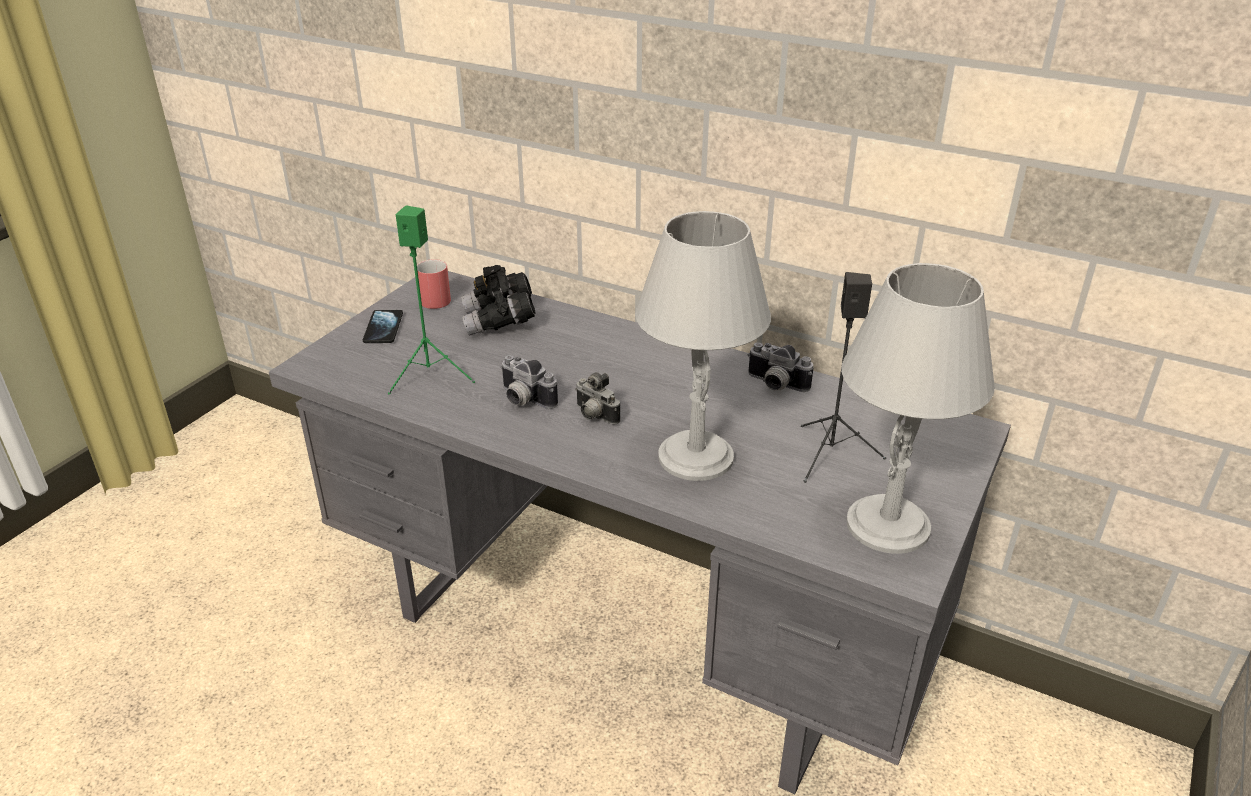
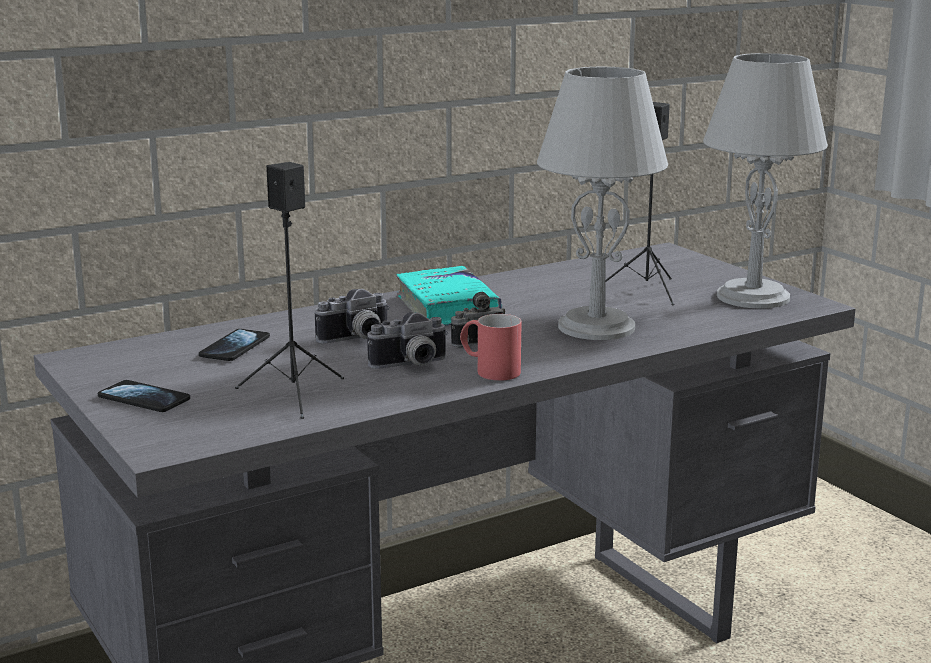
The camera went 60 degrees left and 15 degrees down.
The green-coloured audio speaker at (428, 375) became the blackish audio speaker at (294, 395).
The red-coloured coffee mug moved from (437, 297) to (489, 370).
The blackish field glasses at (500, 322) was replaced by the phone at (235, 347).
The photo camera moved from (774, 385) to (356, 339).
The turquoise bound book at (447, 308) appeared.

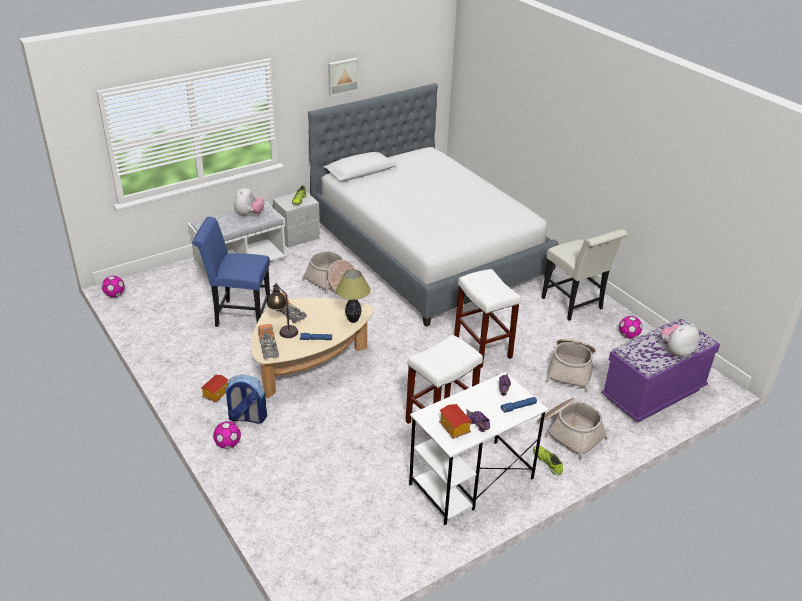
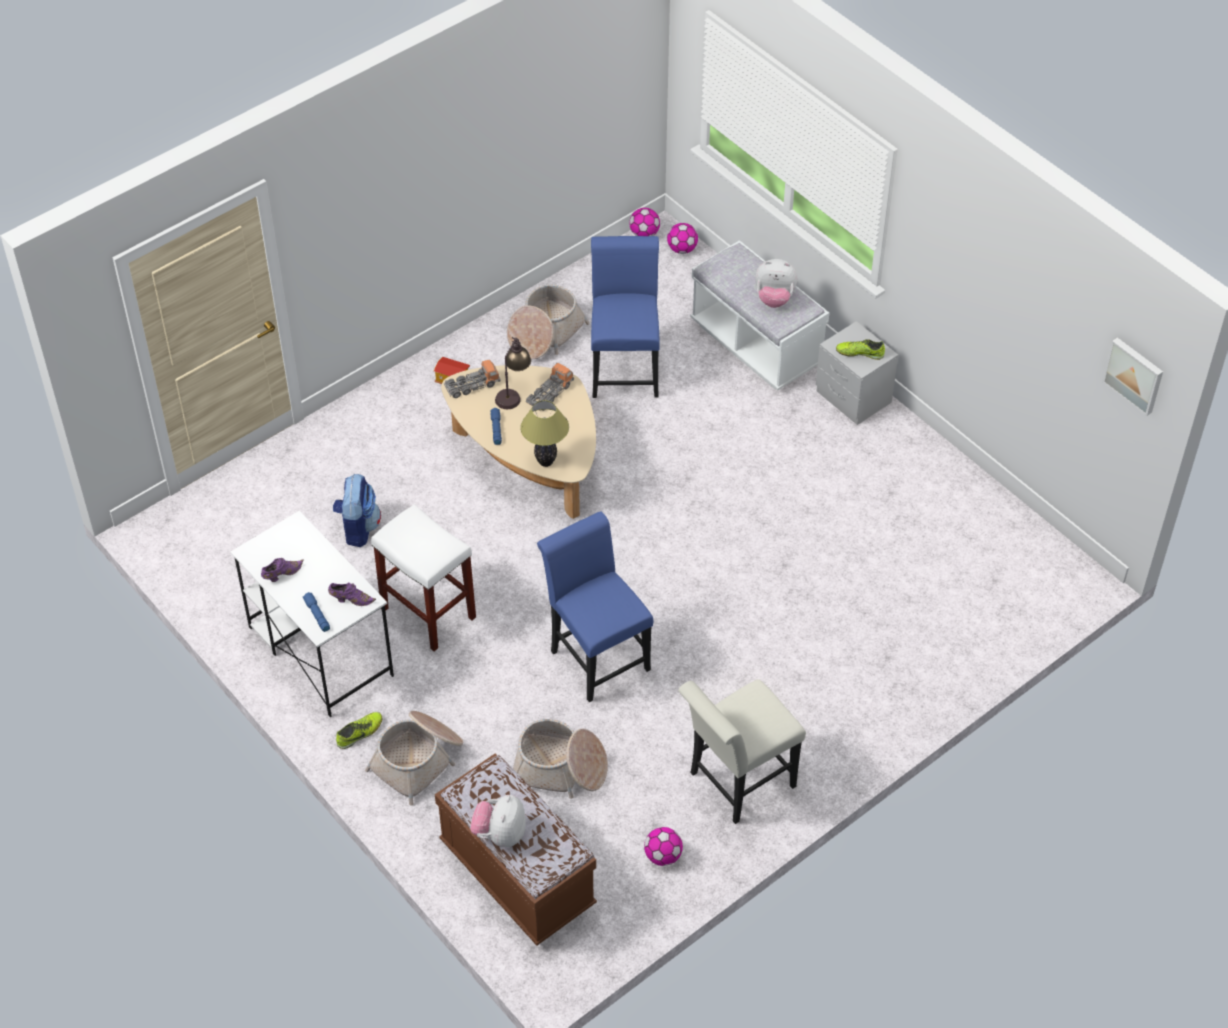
The camera went 85 degrees right and 15 degrees up.
The wall picture moved from (342, 76) to (1134, 375).
The bed at (427, 250) disappeared.
The basket moved from (331, 283) to (545, 333).
The white stool seat at (482, 348) was replaced by the blue-coloured upright chair at (596, 655).
The purplish indoor bench at (653, 394) became the brown indoor bench at (517, 875).
The plush toy at (676, 351) turned 135 degrees counterclockwise.
The rucksack moved from (247, 417) to (358, 528).
The toy house at (453, 429) disappeared.
The ball for football moved from (228, 444) to (682, 249).

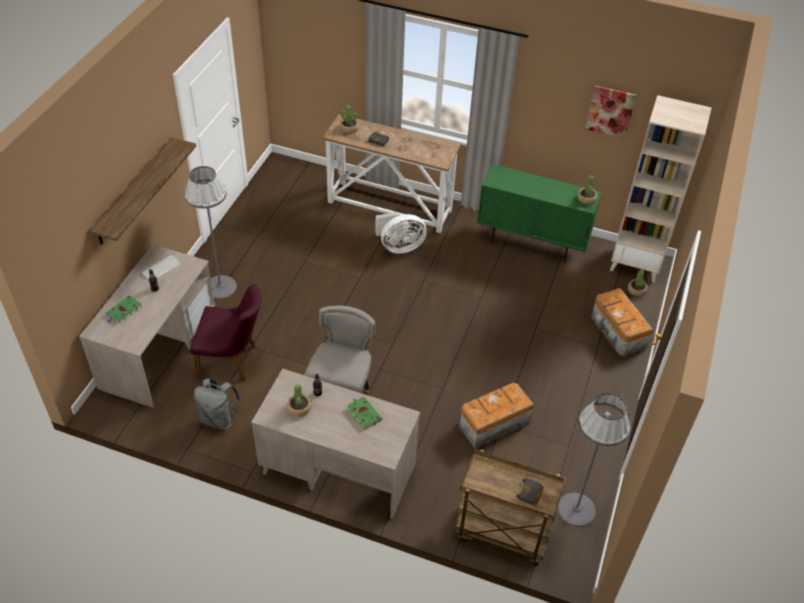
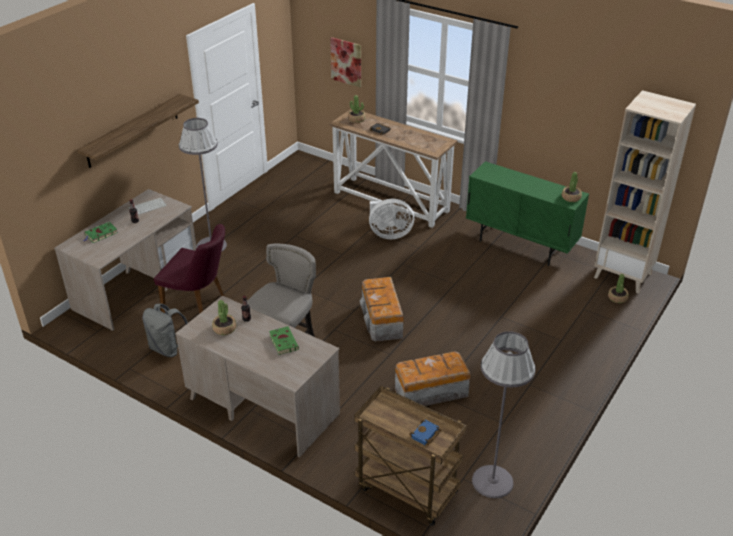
The camera went 15 degrees right and 10 degrees down.
The wall picture moved from (610, 111) to (346, 62).
The storage box moved from (617, 332) to (381, 321).
The blackish bound book at (530, 494) became the blue-coloured bound book at (425, 435).

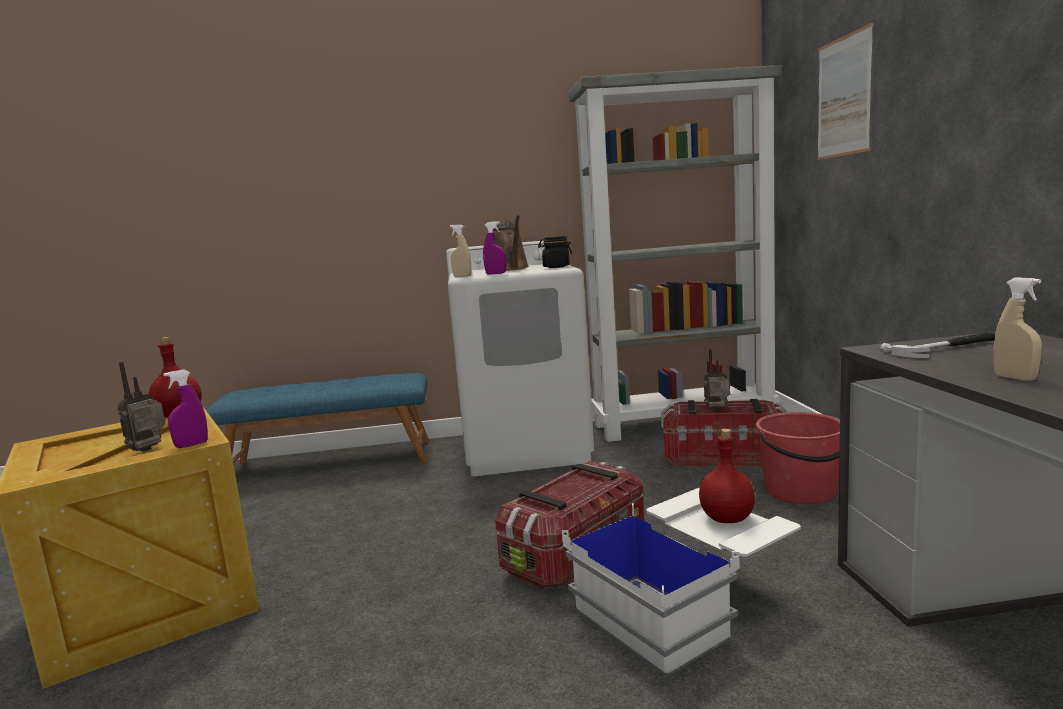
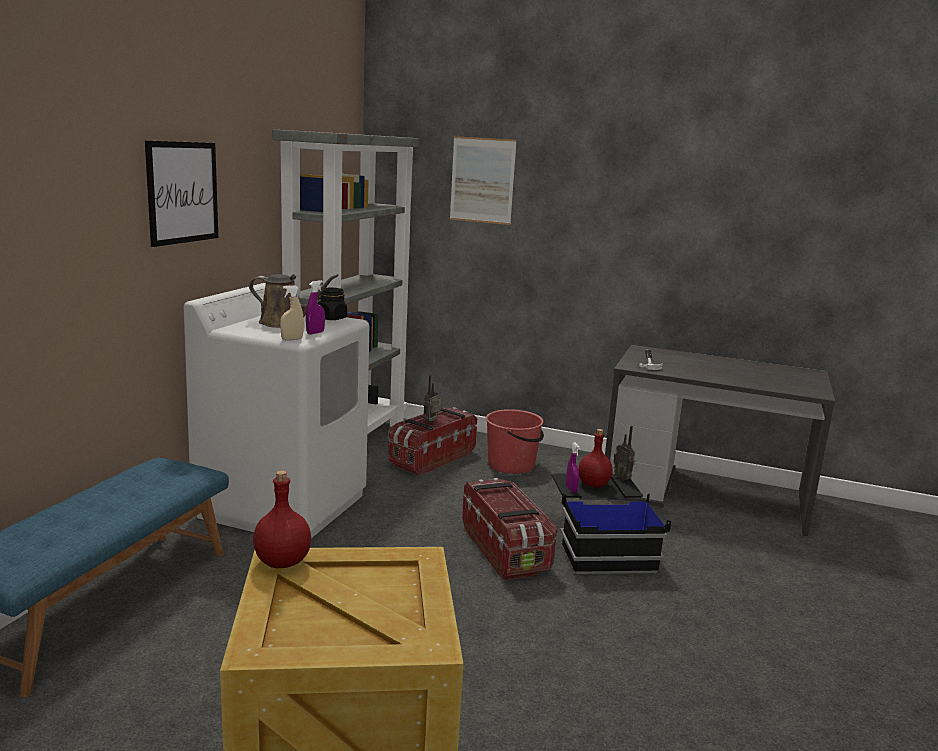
The camera went 65 degrees left and 5 degrees up.
The sand-coloured hand sprayer at (1015, 378) disappeared.
The radio set moved from (150, 450) to (622, 478).
The purplish hand sprayer moved from (191, 445) to (571, 489).
The white storage box at (686, 606) became the blackish storage box at (600, 544).
The wall picture at (183, 192) appeared.

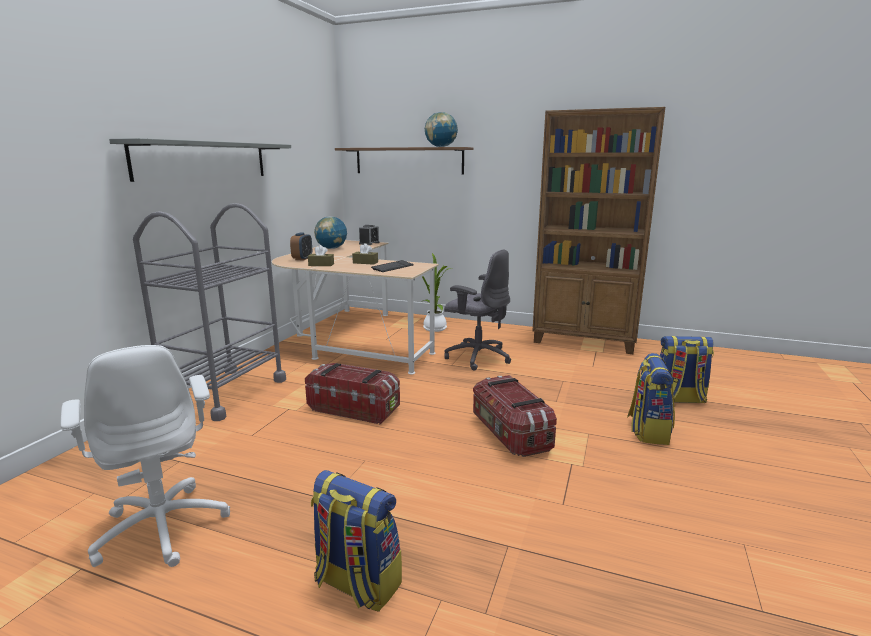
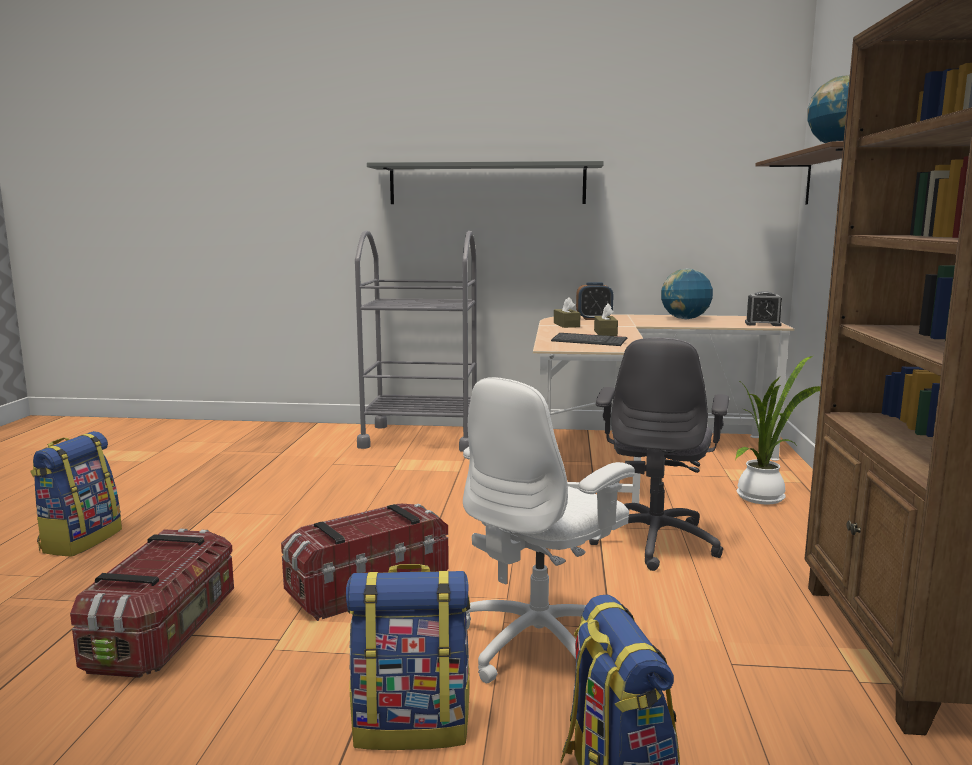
The camera went 75 degrees right and 5 degrees down.
The white desk chair moved from (163, 526) to (540, 643).
The storage box moved from (354, 409) to (166, 633).

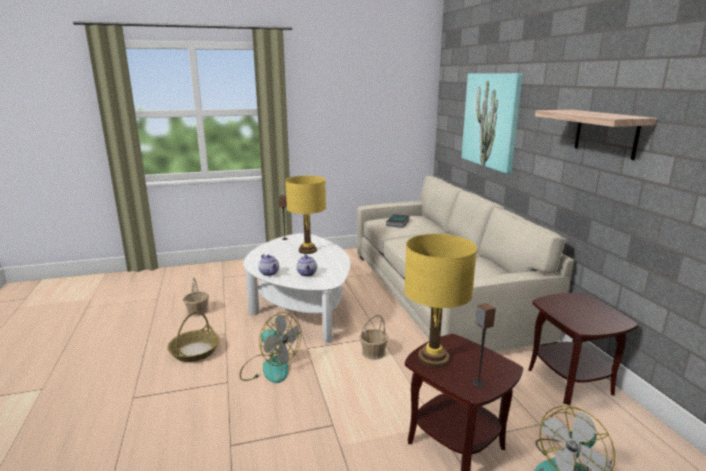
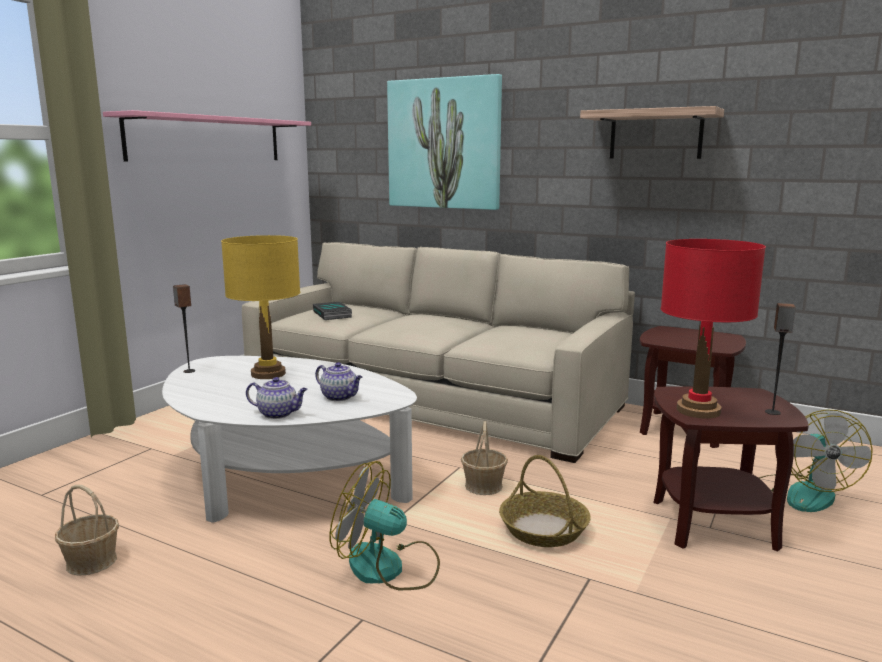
The camera went 45 degrees left and 5 degrees down.
The yellow tabletop lamp at (433, 358) became the red-coloured tabletop lamp at (698, 410).
The basket moved from (195, 351) to (543, 529).
The fan at (269, 368) turned 150 degrees counterclockwise.
The pink shelf at (207, 139) appeared.

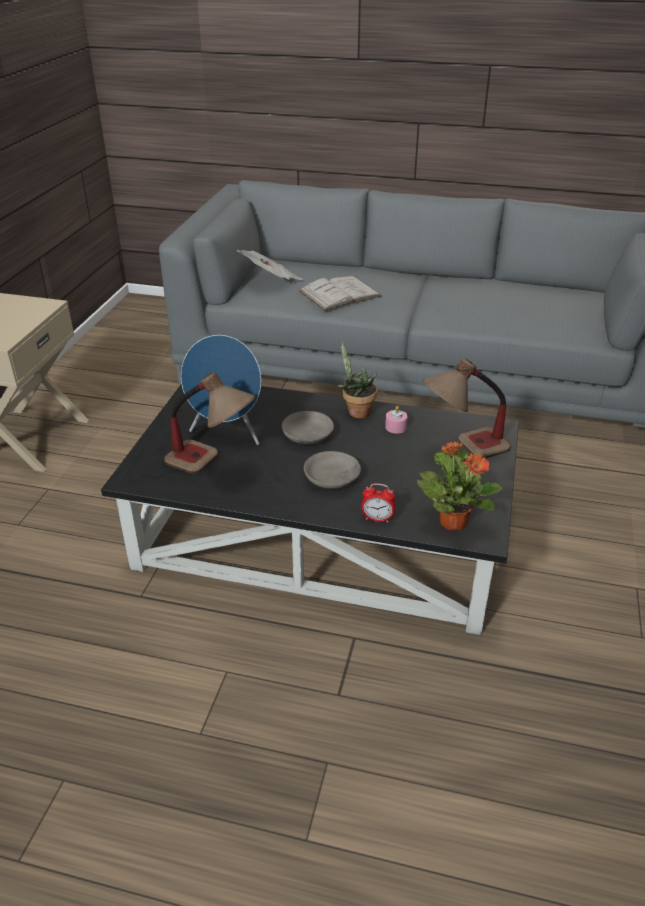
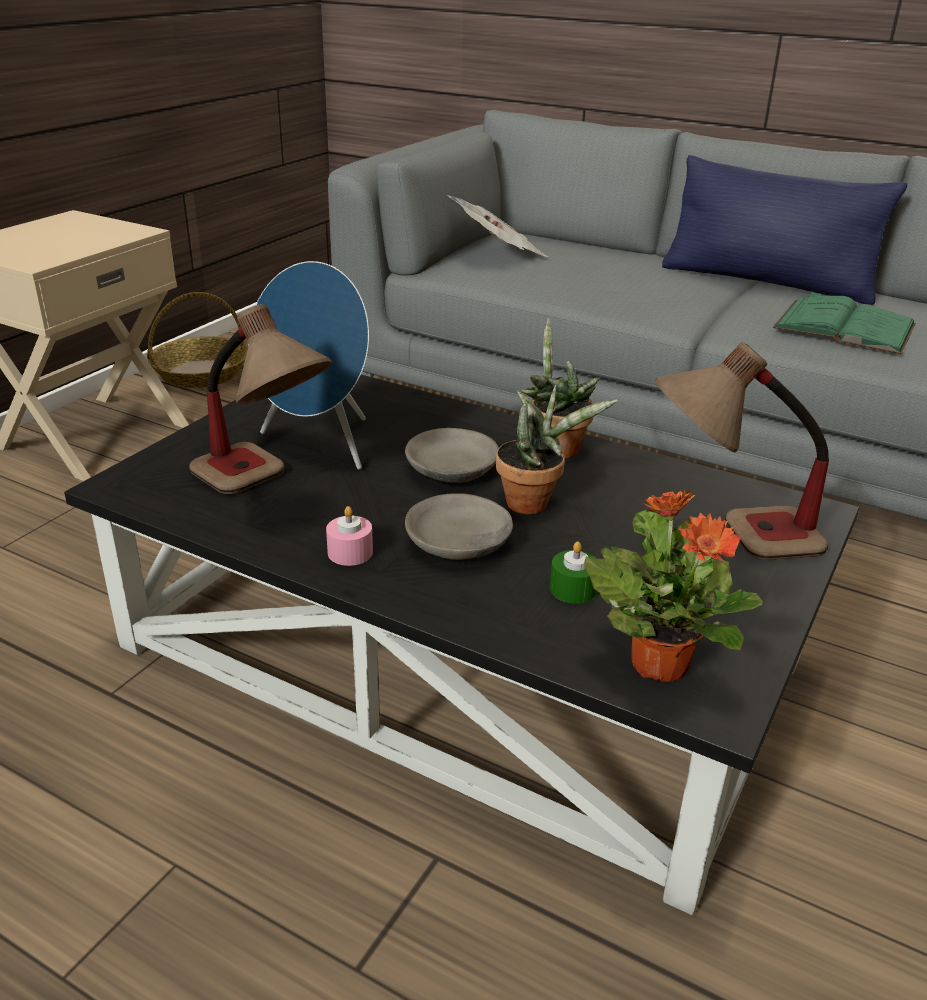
The camera went 15 degrees right and 5 degrees down.
The white bound book at (339, 293) disappeared.
The pink wax light moved from (395, 427) to (350, 552).
The bedside clock at (377, 519) disappeared.
The blue-coloured pillow at (766, 282) appeared.
The basket at (201, 373) appeared.
The green-coloured bound book at (844, 326) appeared.
The potted plant at (533, 502) appeared.
The green-coloured wax light at (573, 589) appeared.

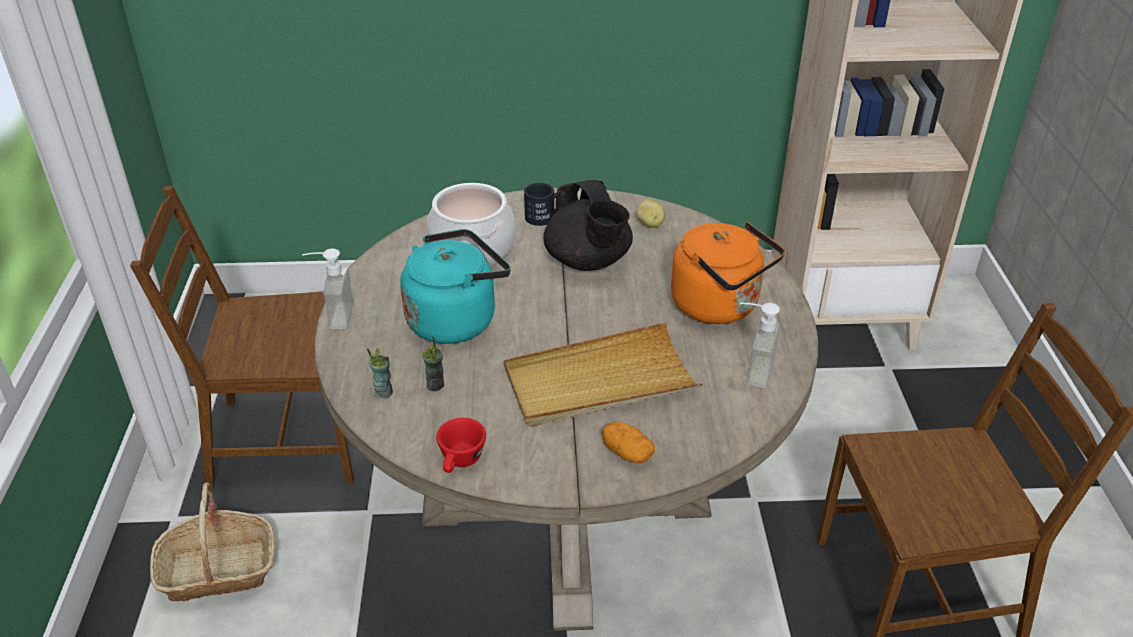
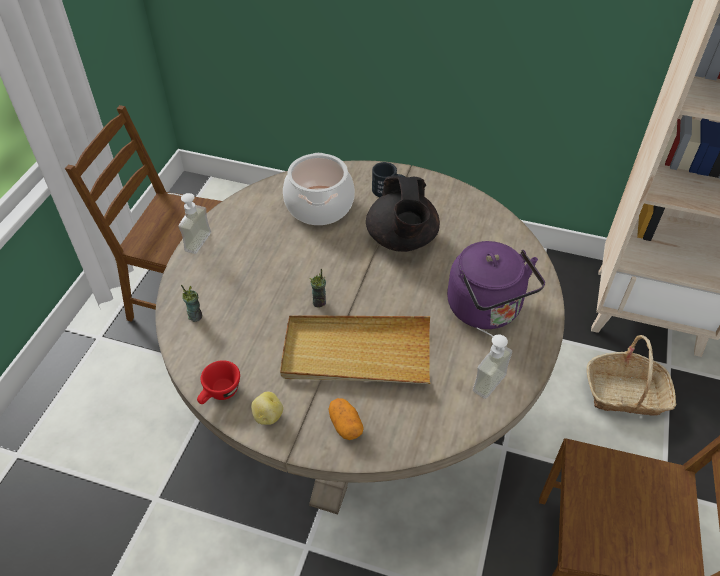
The camera went 20 degrees right and 10 degrees up.
The whole potato moved from (649, 224) to (267, 416).
The orange-coloured tea kettle at (720, 306) became the purplish tea kettle at (487, 310).
The turquoise tea kettle at (456, 319) disappeared.
The drinking cup moved from (435, 385) to (319, 302).
The basket moved from (219, 570) to (625, 394).

